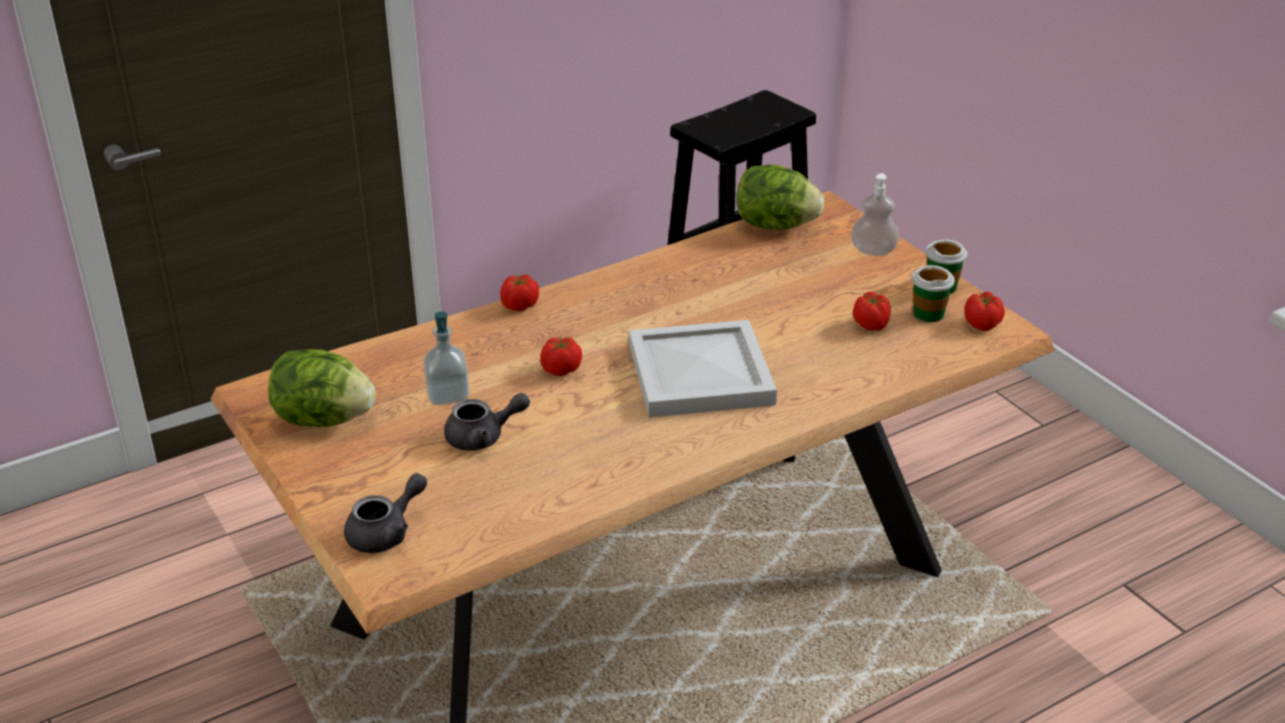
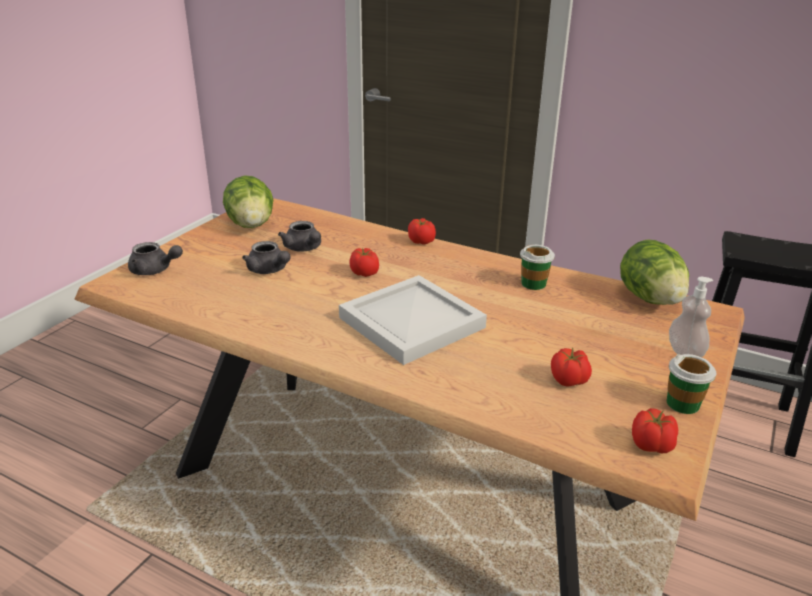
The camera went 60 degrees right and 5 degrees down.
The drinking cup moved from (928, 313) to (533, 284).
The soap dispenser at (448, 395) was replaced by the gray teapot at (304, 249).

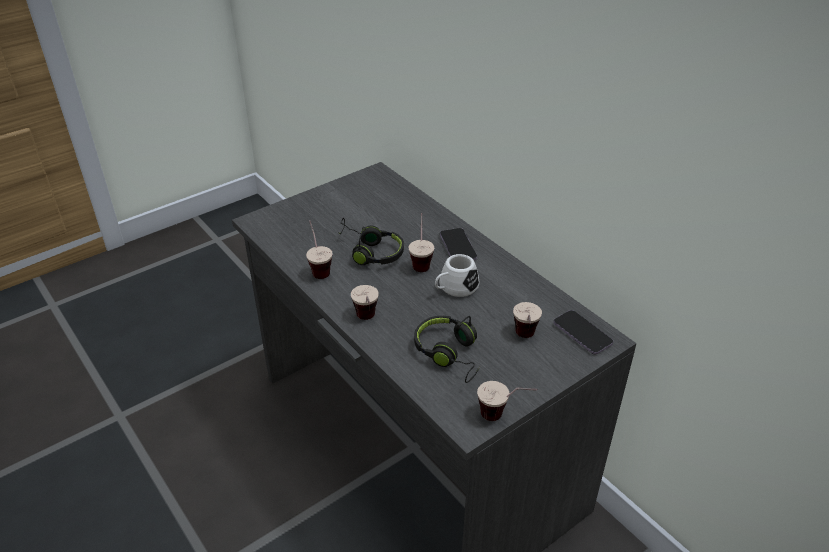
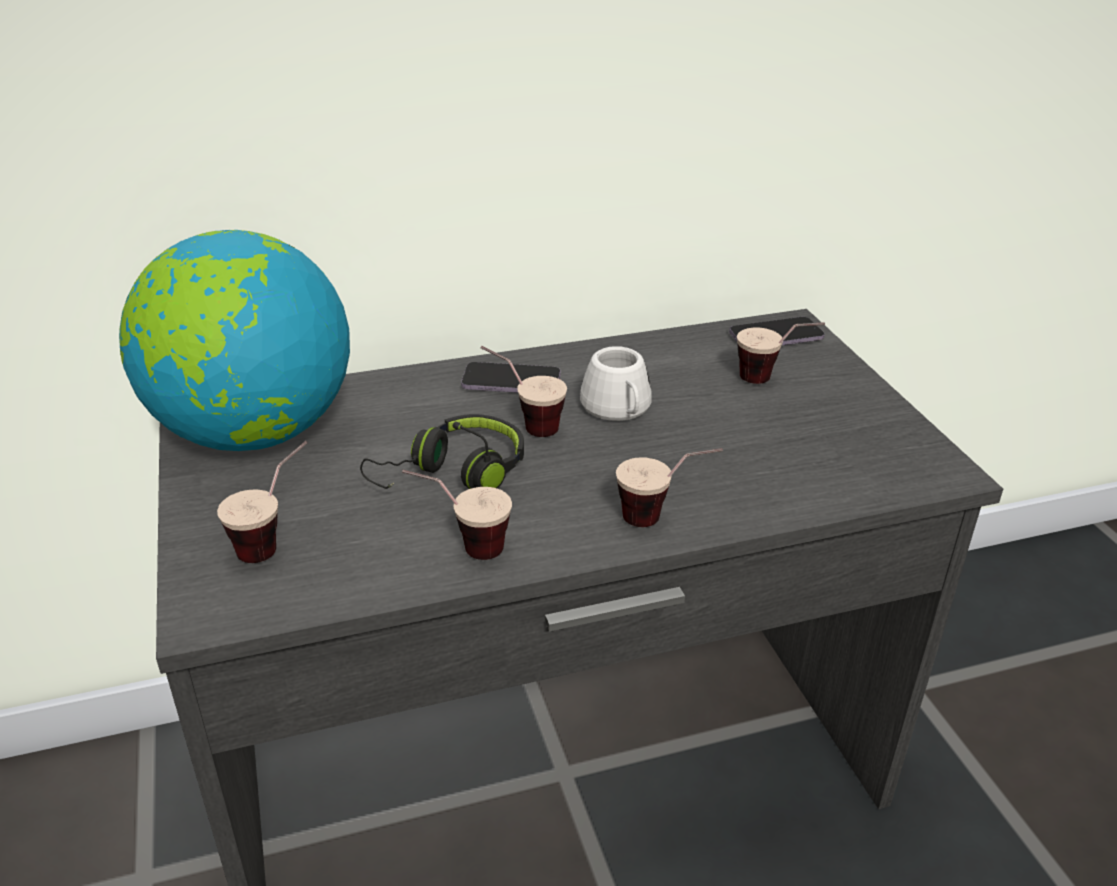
The camera went 70 degrees left and 5 degrees down.
The blackish headset at (450, 354) disappeared.
The drinking cup moved from (503, 417) to (276, 540).
The desk globe at (254, 432) appeared.

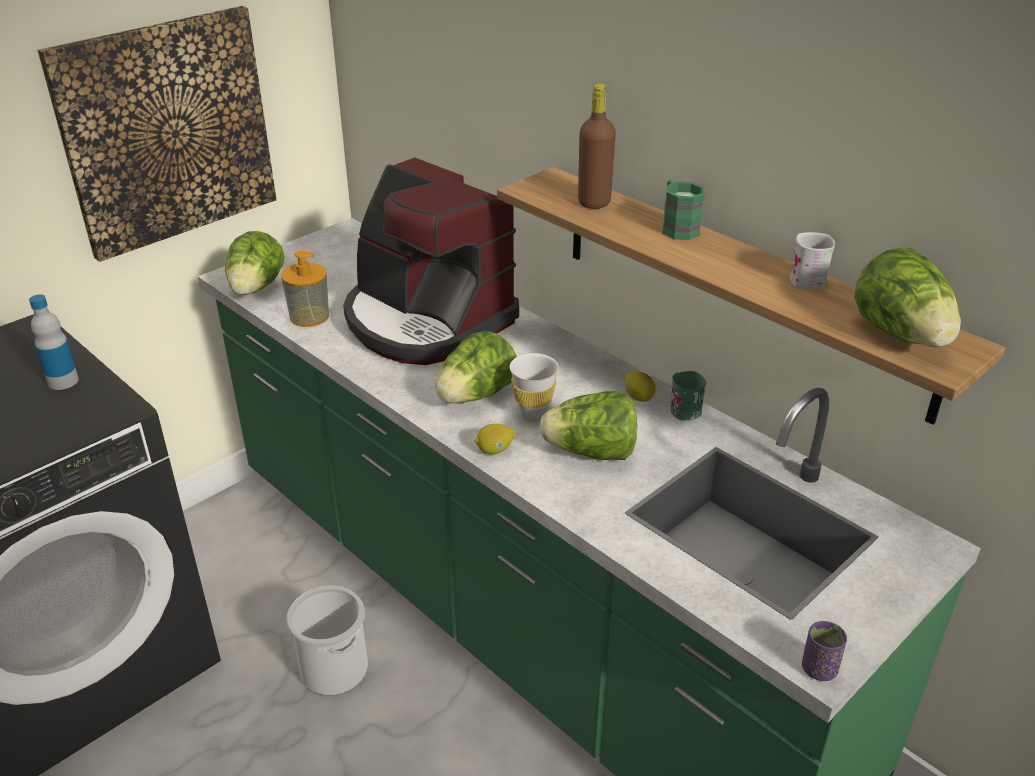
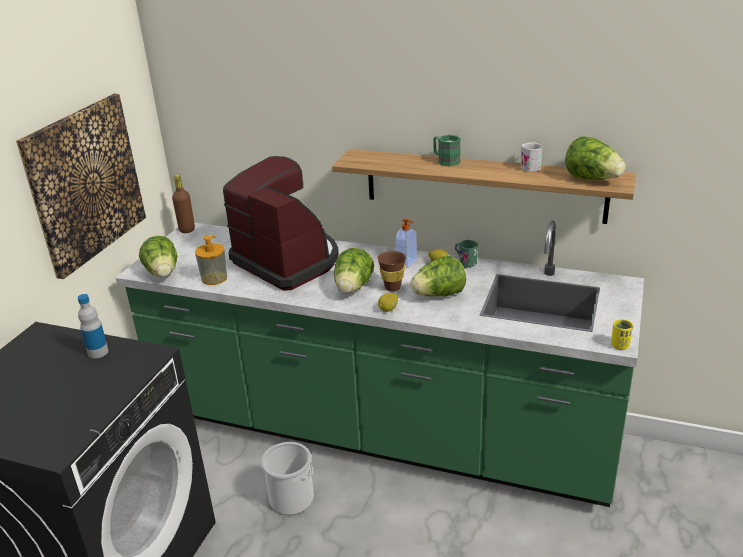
The camera went 25 degrees left and 5 degrees down.
The brown beverage bottle moved from (594, 202) to (187, 229).
The coffee brewer at (426, 320) turned 150 degrees counterclockwise.
The white drinking cup at (533, 414) became the brown drinking cup at (392, 287).
The purplish drinking cup at (819, 669) became the yellow drinking cup at (620, 346).
The soap dispenser at (407, 262) appeared.

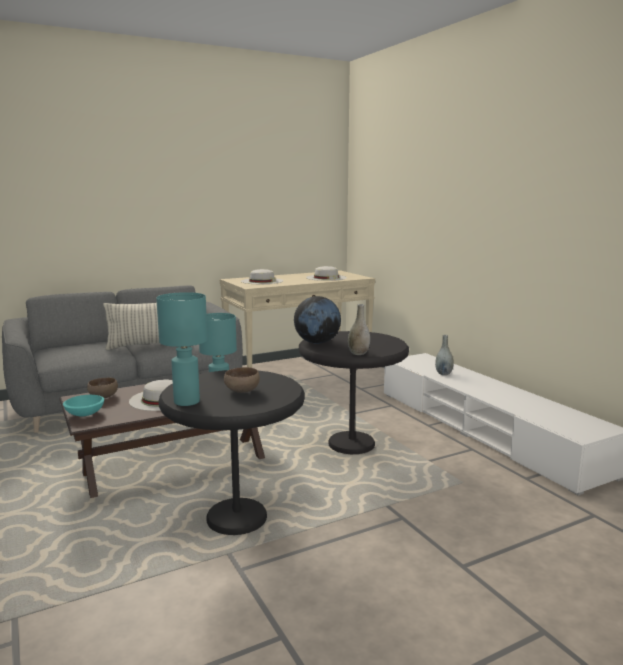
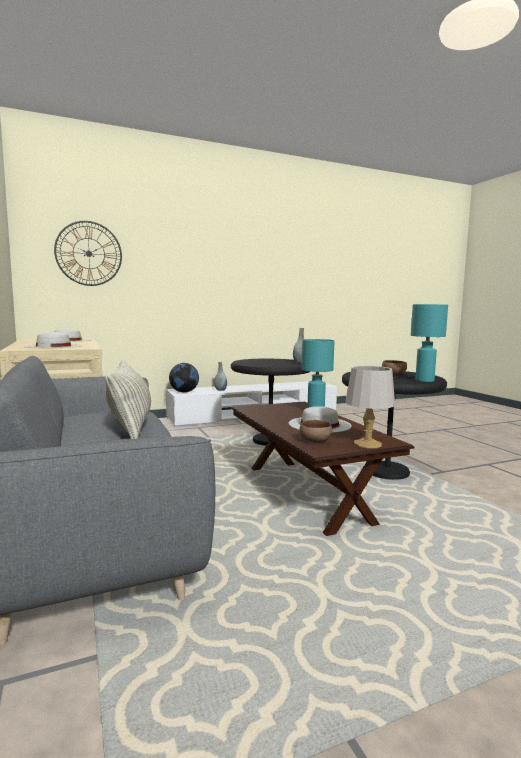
The camera went 85 degrees left and 5 degrees down.
The desk globe moved from (317, 342) to (184, 392).
The turquoise serving bowl at (85, 414) was replaced by the gray tabletop lamp at (368, 444).
The hanging clock at (89, 253) appeared.

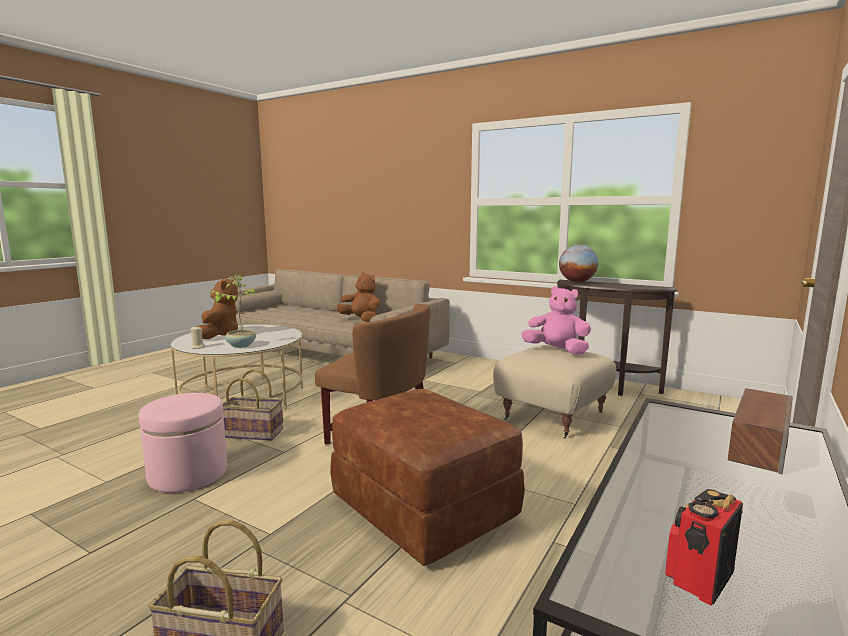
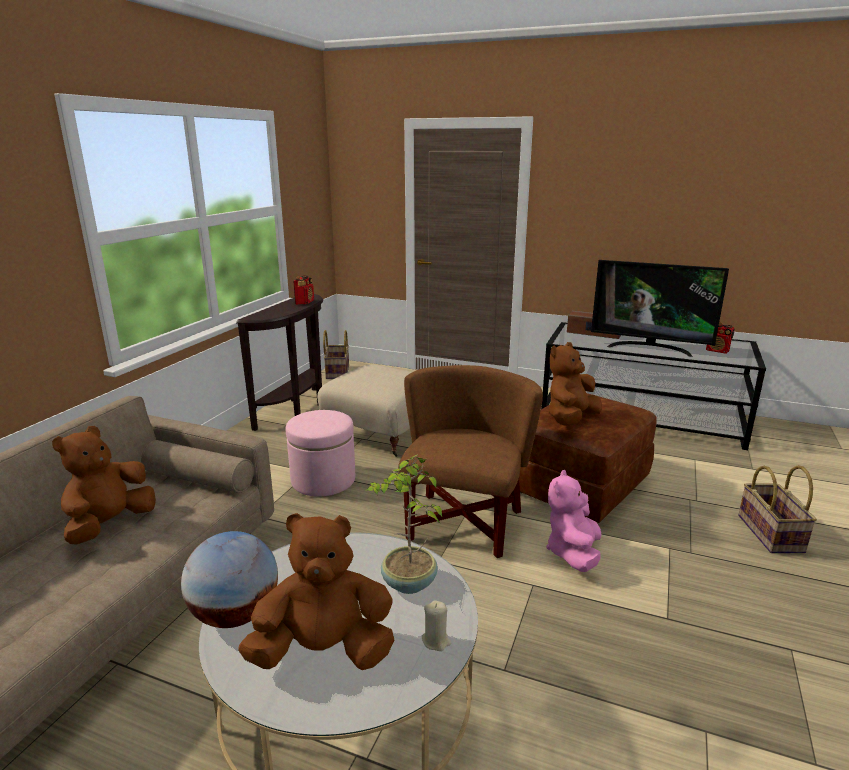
The camera went 100 degrees left and 10 degrees up.
The desk globe moved from (577, 282) to (235, 615).
The pink plush toy moved from (557, 351) to (573, 553).
The basket moved from (253, 433) to (337, 372).
The pink ottoman moved from (188, 474) to (323, 480).
The TV at (649, 347) appeared.
The radio set at (305, 302) appeared.
The brown plush toy at (571, 419) appeared.

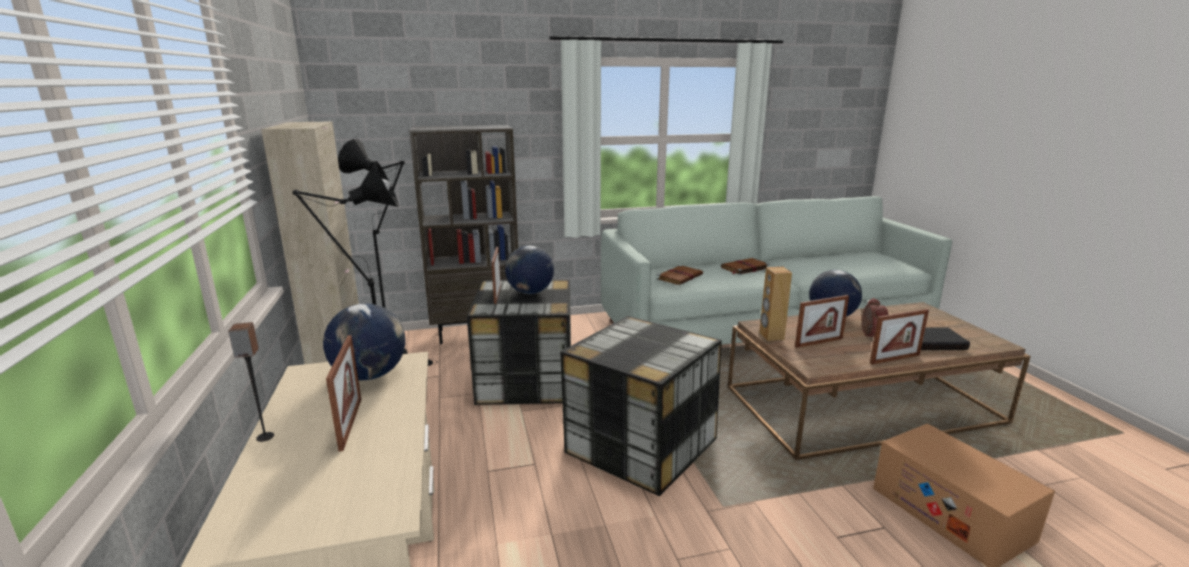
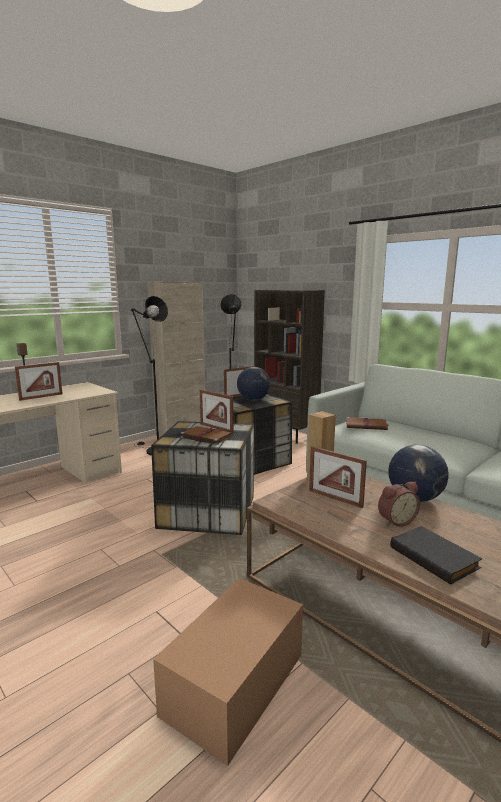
The camera went 60 degrees right and 5 degrees down.
The brown bound book moved from (744, 268) to (205, 437).
The desk globe at (371, 375) disappeared.
The picture frame moved from (895, 359) to (216, 428).

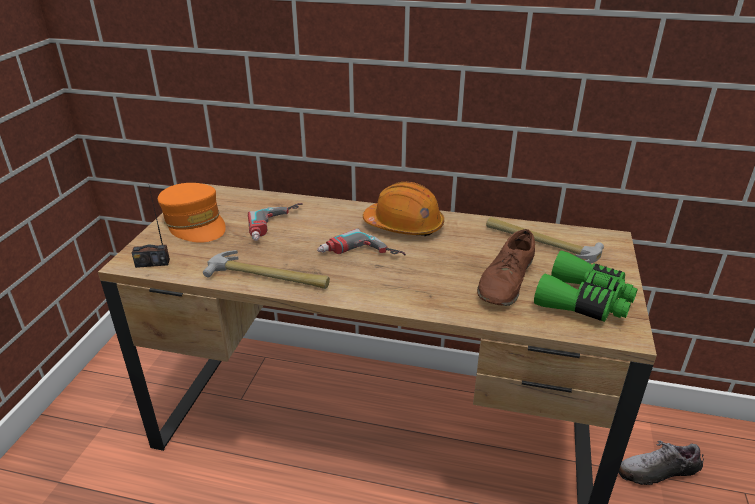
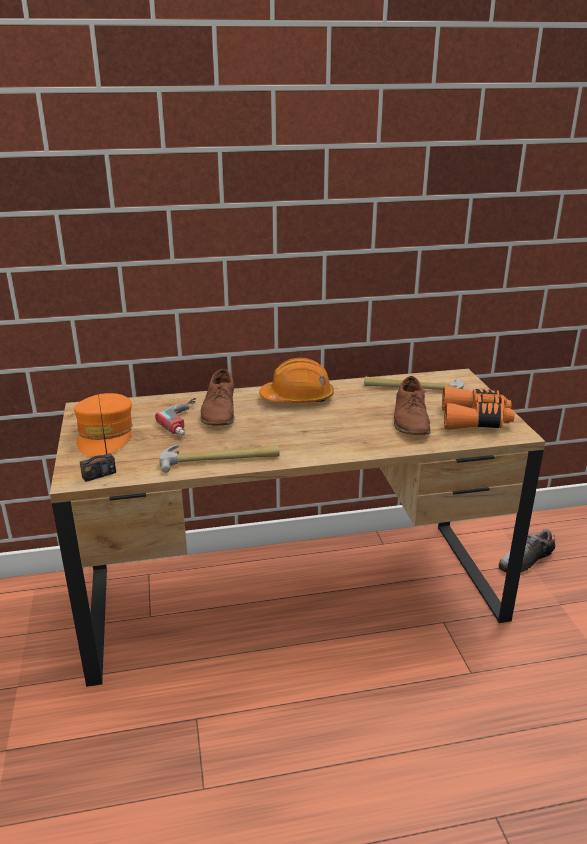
The camera went 25 degrees left and 5 degrees down.
The orange-coloured cap at (195, 223) turned 60 degrees clockwise.
The power drill at (360, 256) disappeared.
The green-coloured field glasses at (584, 301) became the orange-coloured field glasses at (475, 420).
The brown low shoe at (220, 411) appeared.

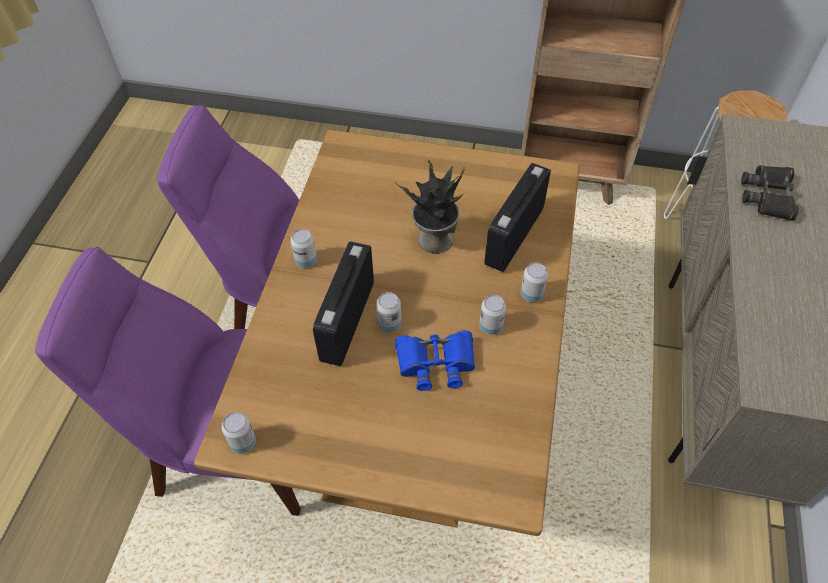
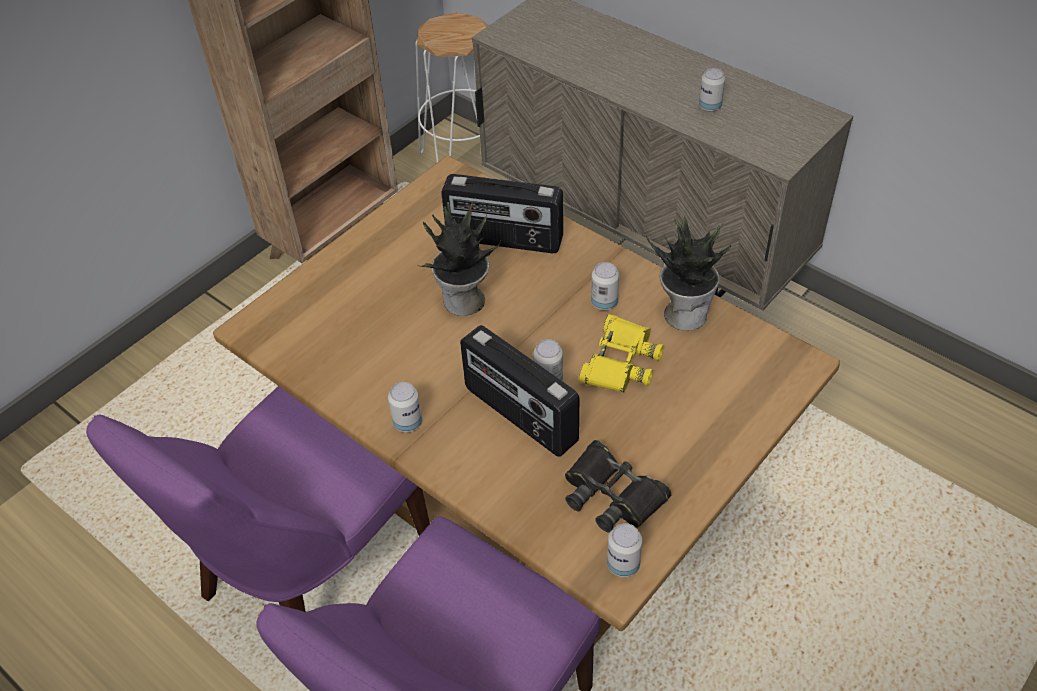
The camera went 60 degrees left and 5 degrees down.
The radio set at (513, 236) turned 45 degrees counterclockwise.
The blackish field glasses moved from (768, 196) to (612, 494).
The can moved from (531, 294) to (710, 107).
The blue-coloured field glasses at (436, 362) became the yellow field glasses at (620, 361).
The potted plant at (685, 313) appeared.

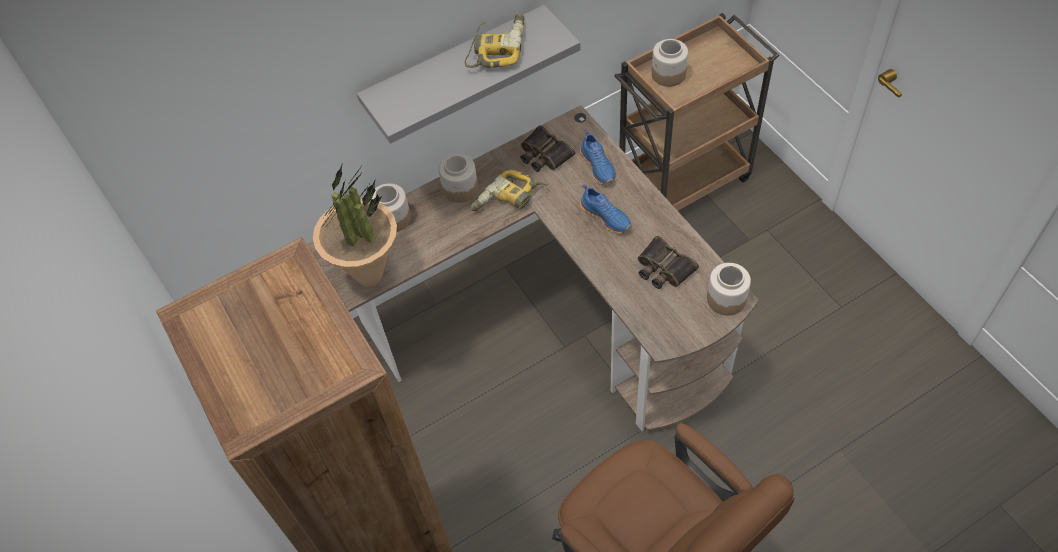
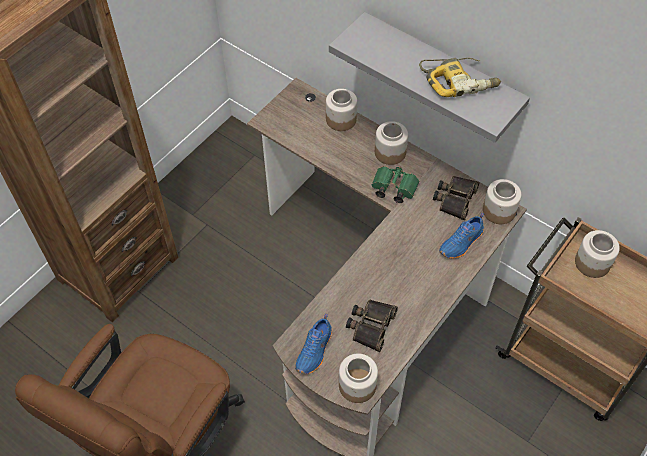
The camera went 65 degrees right and 0 degrees up.
The potted plant at (370, 275) disappeared.
The power drill at (508, 201) was replaced by the green-coloured field glasses at (392, 189).
The blue-coloured low shoe moved from (606, 216) to (315, 351).
The preserve jar at (499, 210) appeared.

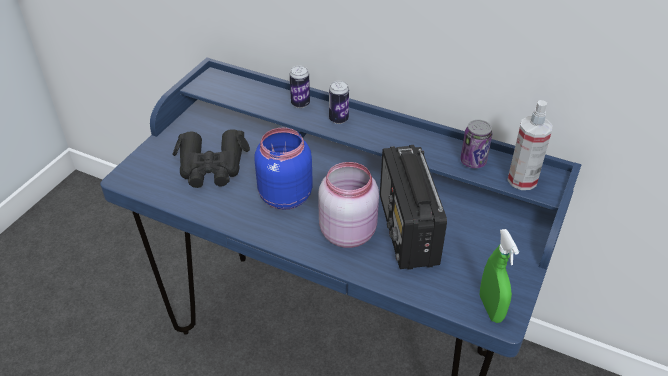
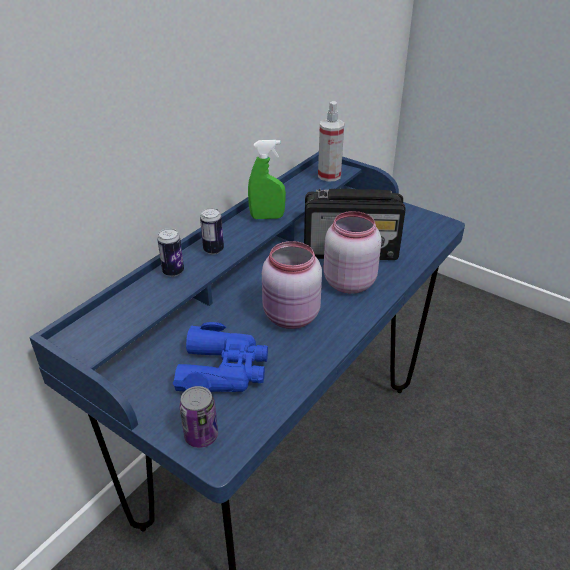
The camera went 80 degrees left and 5 degrees down.
The can moved from (473, 161) to (201, 436).
The blue-coloured preserve jar at (284, 197) became the pink preserve jar at (291, 317).
The blackish field glasses at (212, 167) became the blue-coloured field glasses at (224, 370).
The green-coloured hand sprayer moved from (491, 308) to (267, 217).

